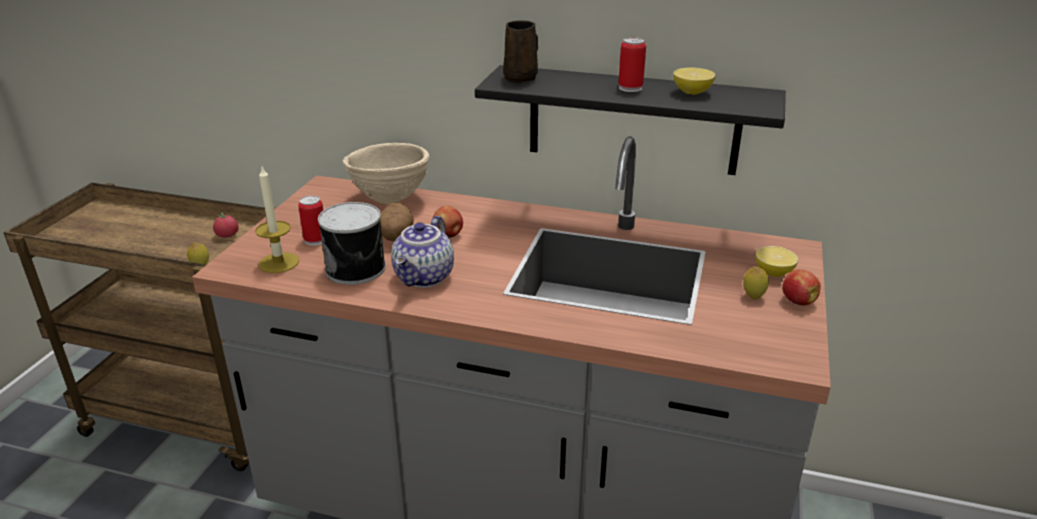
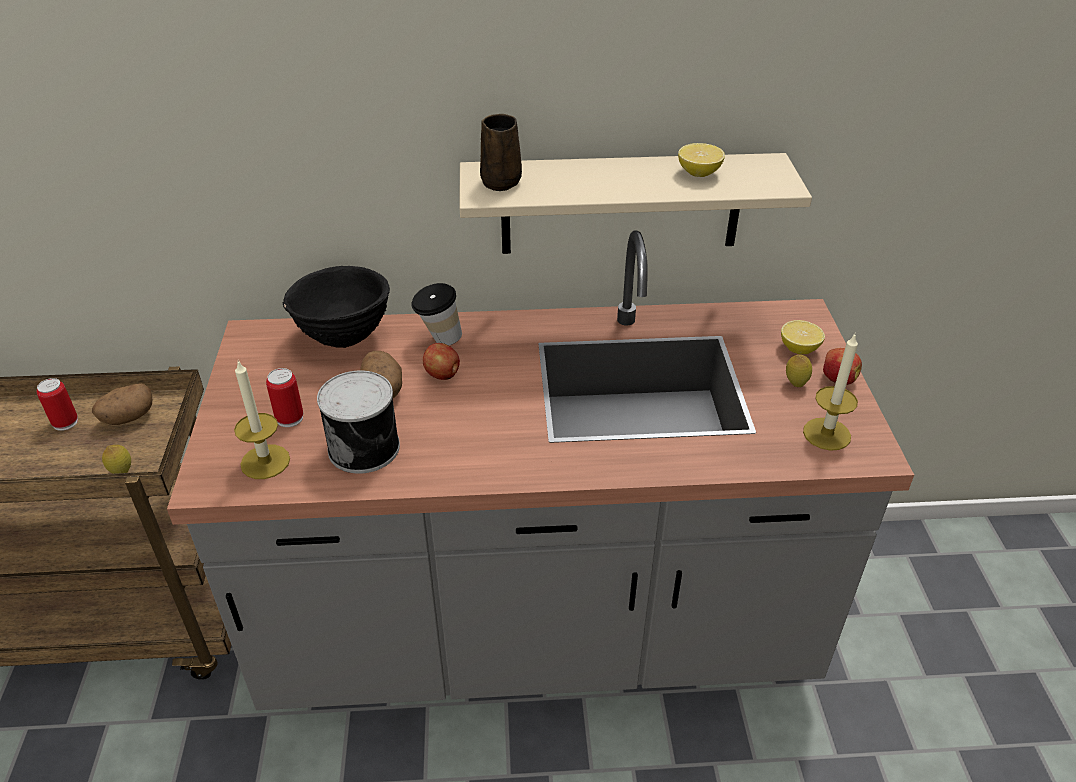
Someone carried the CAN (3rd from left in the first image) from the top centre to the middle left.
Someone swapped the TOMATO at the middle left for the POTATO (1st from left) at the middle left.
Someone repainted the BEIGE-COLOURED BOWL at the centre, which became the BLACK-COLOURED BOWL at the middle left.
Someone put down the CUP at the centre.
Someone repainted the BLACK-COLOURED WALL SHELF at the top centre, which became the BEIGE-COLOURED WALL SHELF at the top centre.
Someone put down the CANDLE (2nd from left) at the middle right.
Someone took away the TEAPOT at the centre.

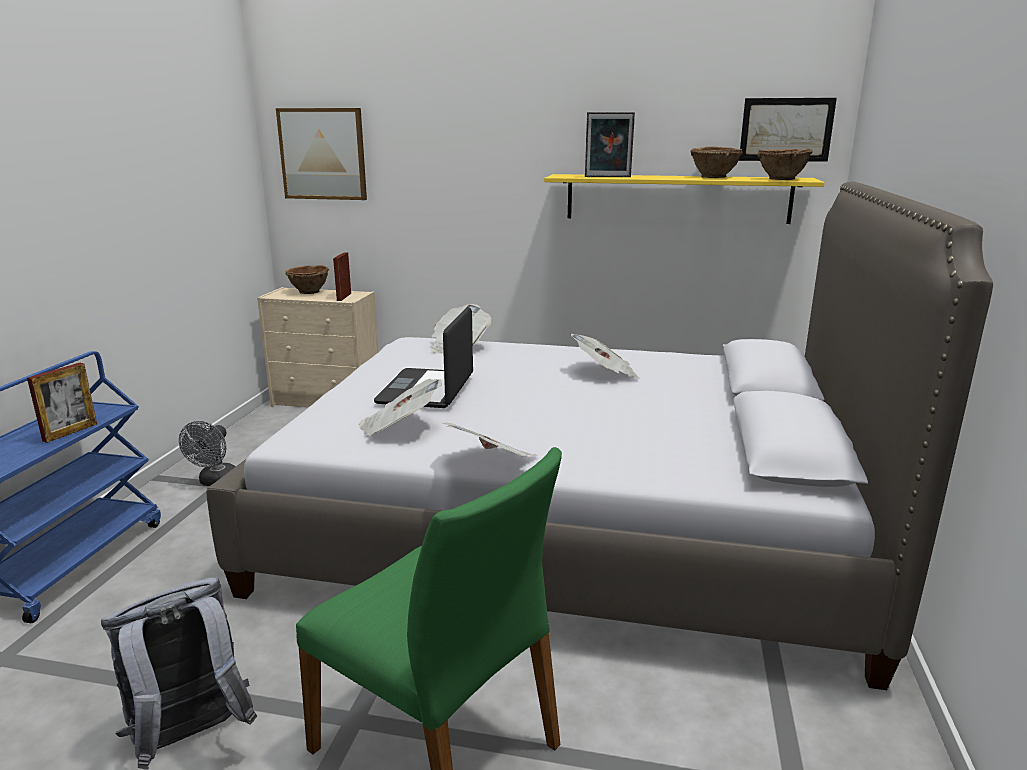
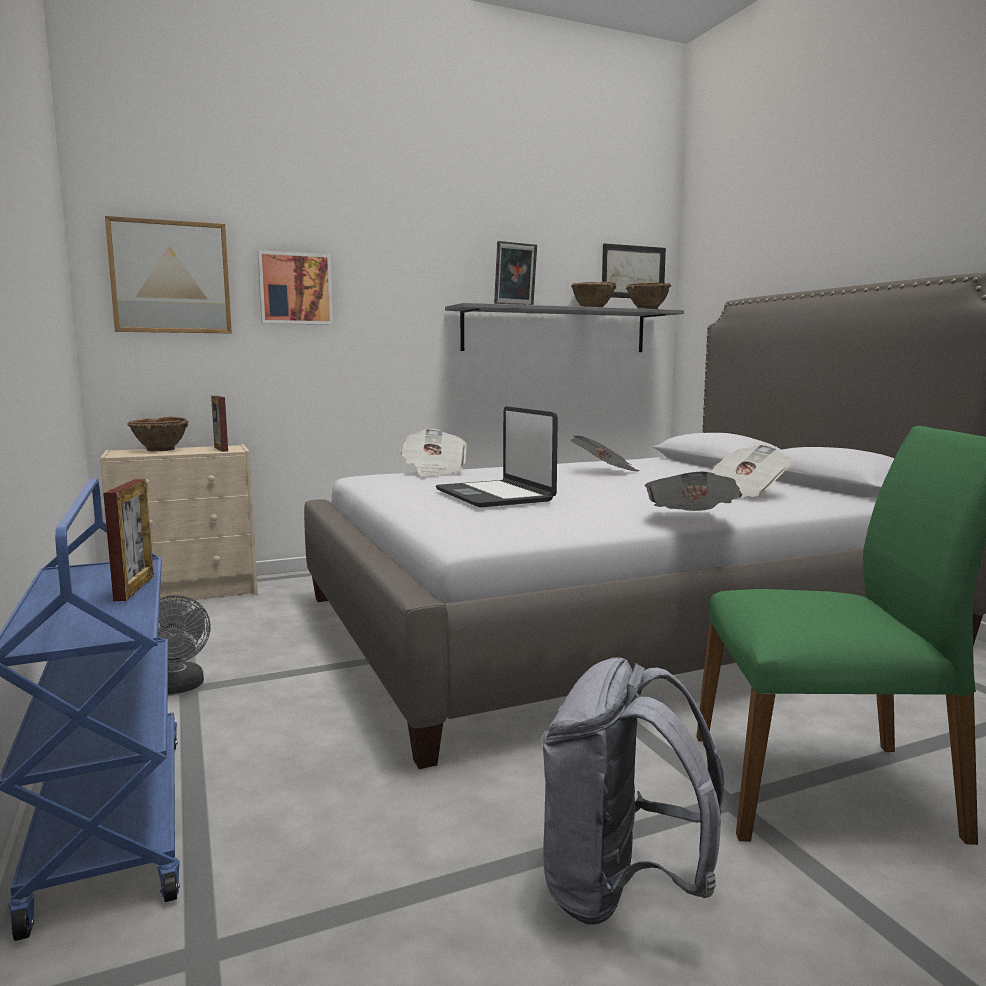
Someone put up the WALL PICTURE (2nd from left) at the top left.
Someone repainted the YELLOW WALL SHELF at the top centre, which became the GRAY WALL SHELF at the top centre.
Someone carried the DAILY PAPER (1st from left in the first image) from the centre to the middle right.

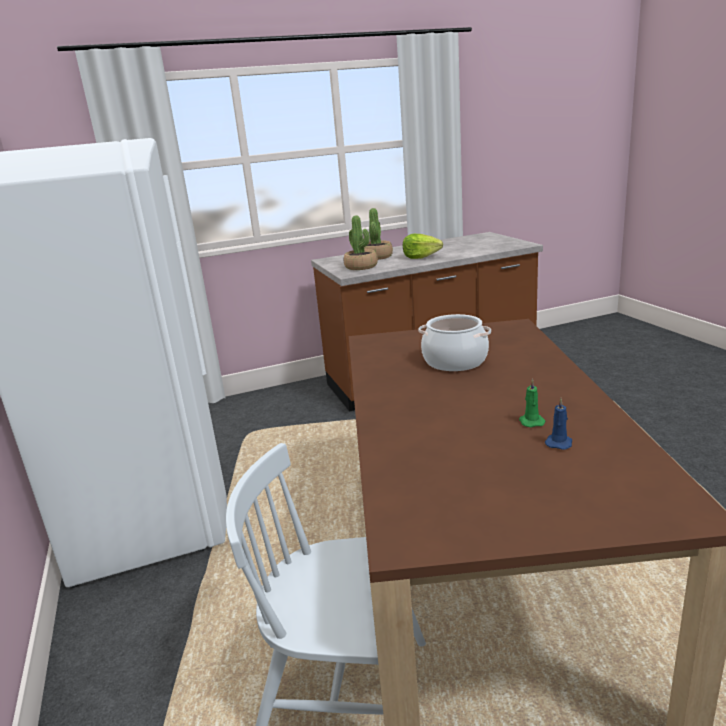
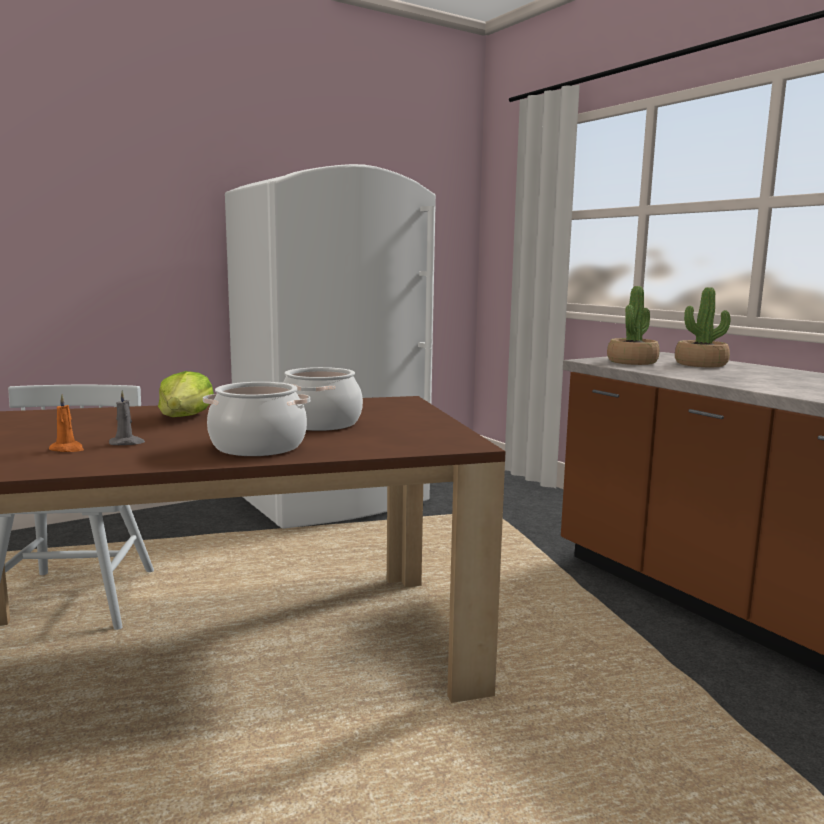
Someone repainted the BLUISH CANDLE at the middle right, which became the ORANGEY CANDLE at the middle left.
Someone repainted the GREEN-COLOURED CANDLE at the middle right, which became the GRAY CANDLE at the middle left.
Someone carried the HEAD OF LETTUCE from the centre to the middle left.
Someone put down the SAUCEPOT (1st from left) at the middle left.

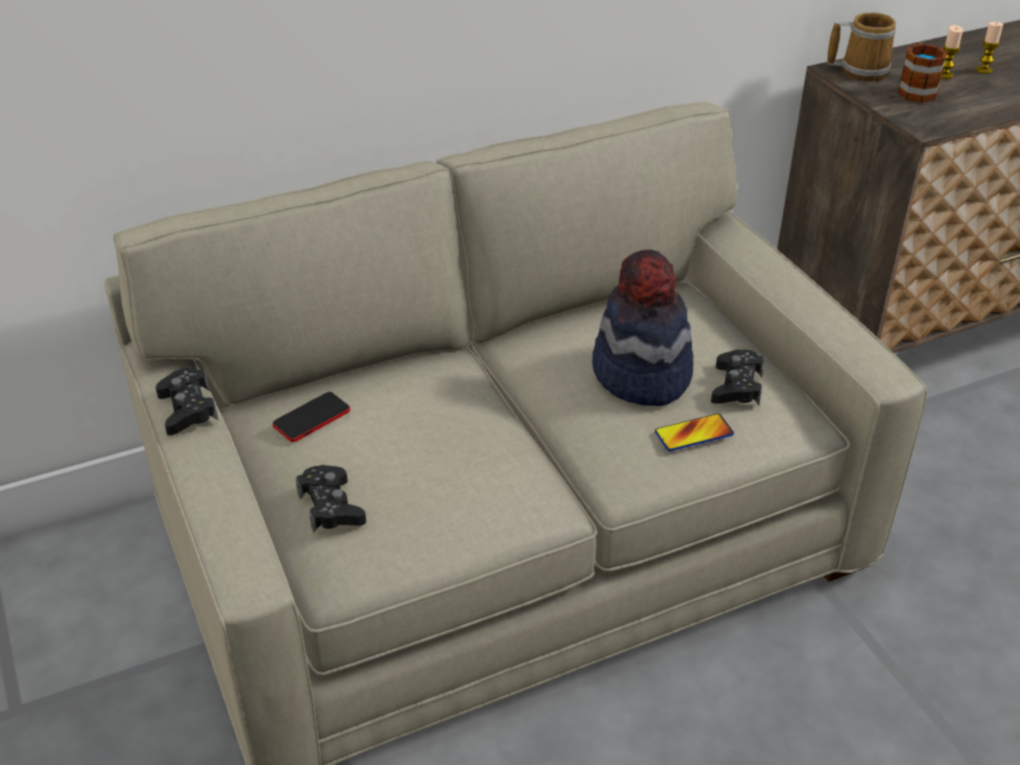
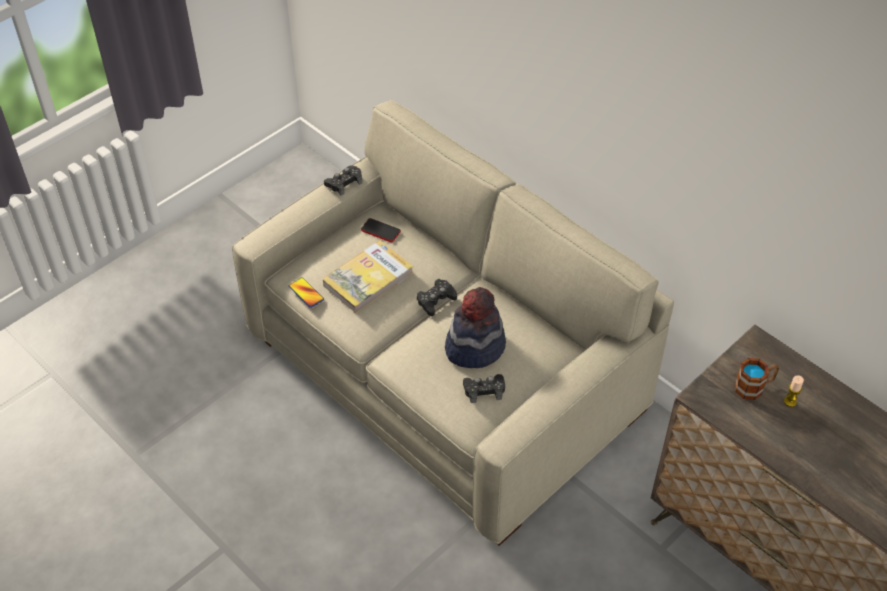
Someone carried the HANDSET (2nd from left in the first image) from the middle right to the centre.
Someone put down the VOLUME at the centre.
Someone carried the BLACK-COLOURED JOYPAD (2nd from left) from the middle left to the centre.
Someone took away the COFFEE MUG (1st from left) at the top right.
Someone took away the CANDLE (2nd from left) at the top right.

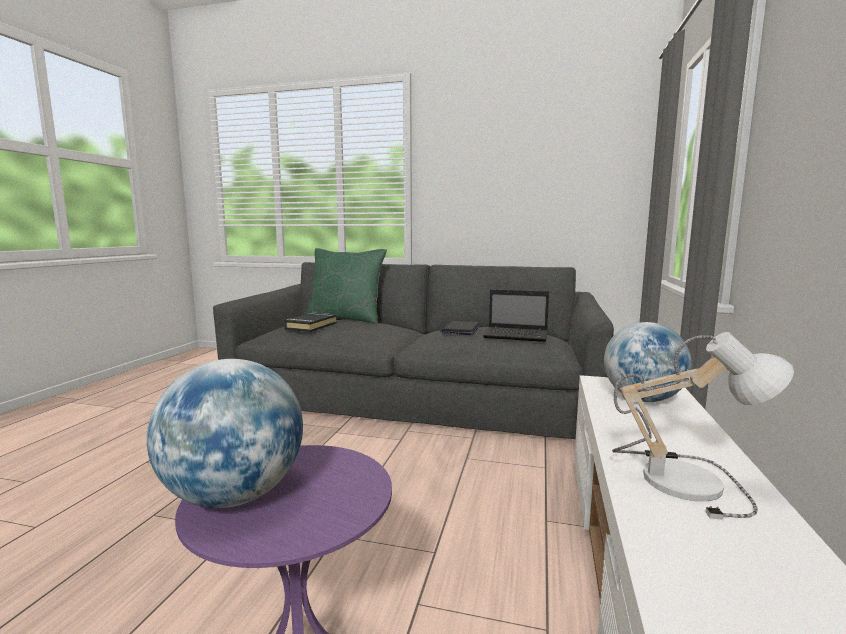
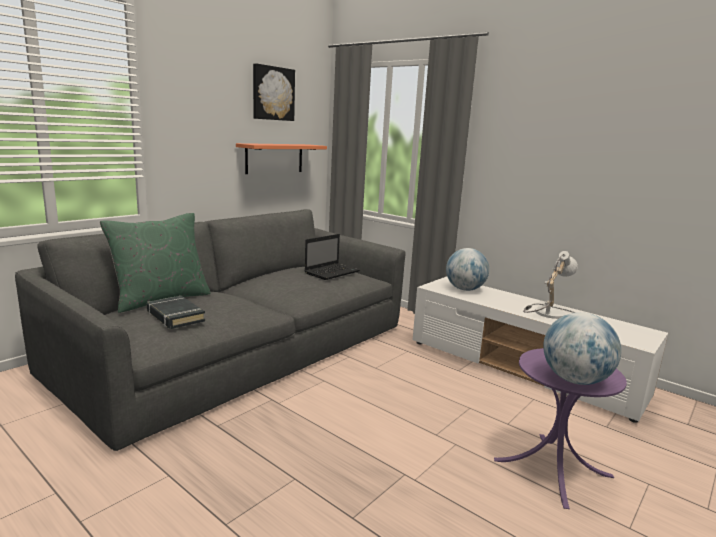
Someone put up the ORANGEY WALL SHELF at the top centre.
Someone put up the WALL PICTURE at the top centre.
Someone took away the LAPTOP (1st from left) at the centre.

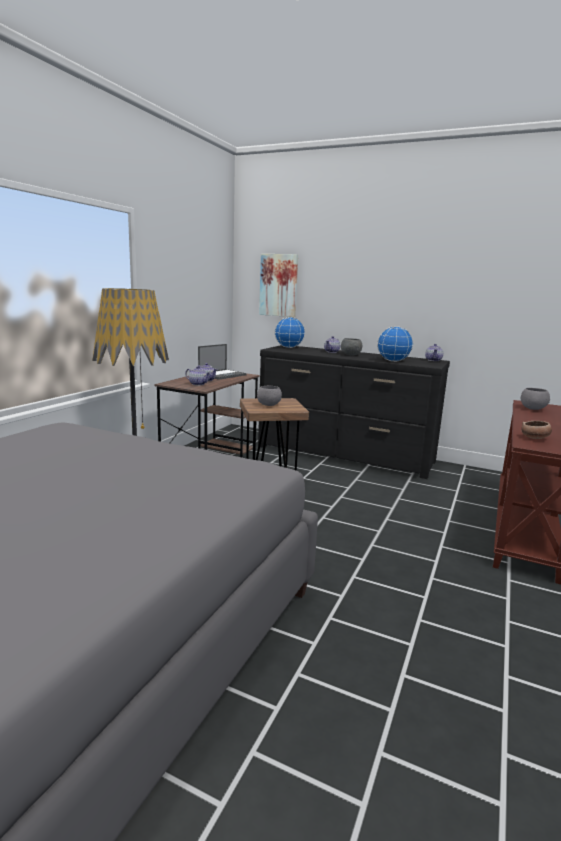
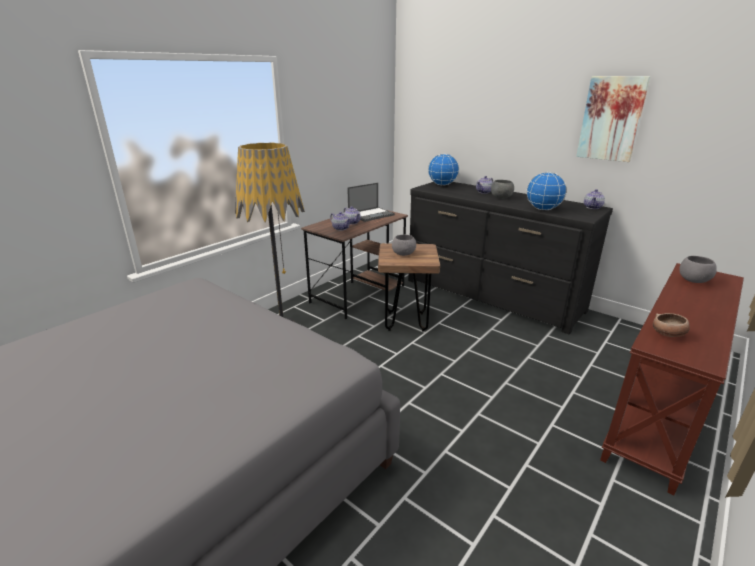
Someone carried the WALL PICTURE from the centre to the top right.

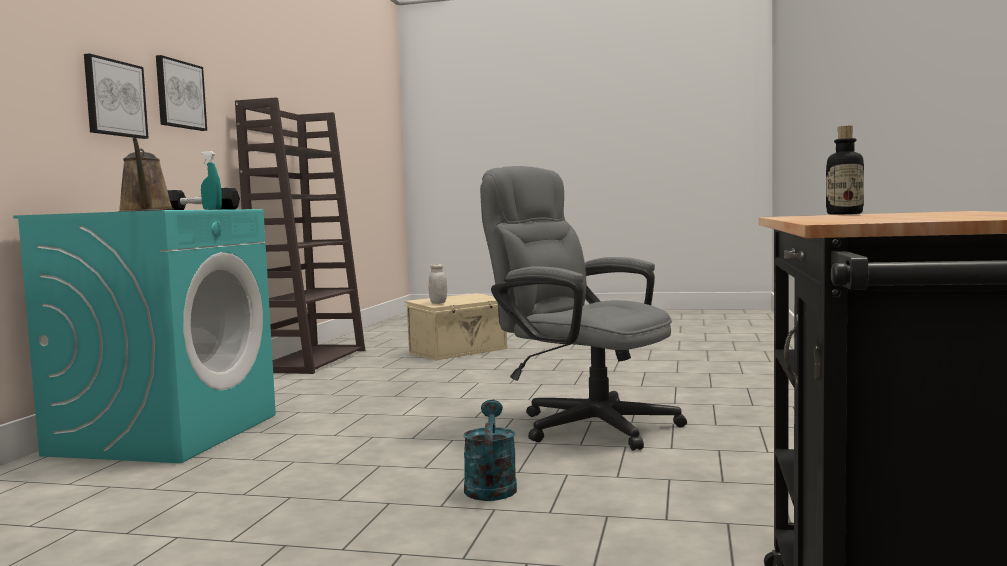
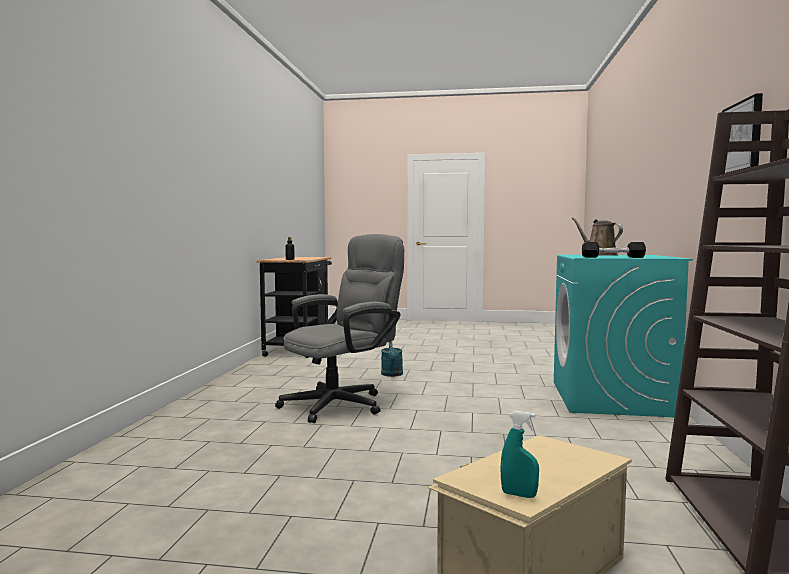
Someone rotated the GRAY DESK CHAIR at the centre by 75 degrees counterclockwise.
Someone carried the TURQUOISE-COLOURED SPRAY BOTTLE from the top left to the bottom centre.
Someone took away the WALL PICTURE (1st from left) at the top left.
Someone took away the WHITE PRESERVE JAR at the centre.

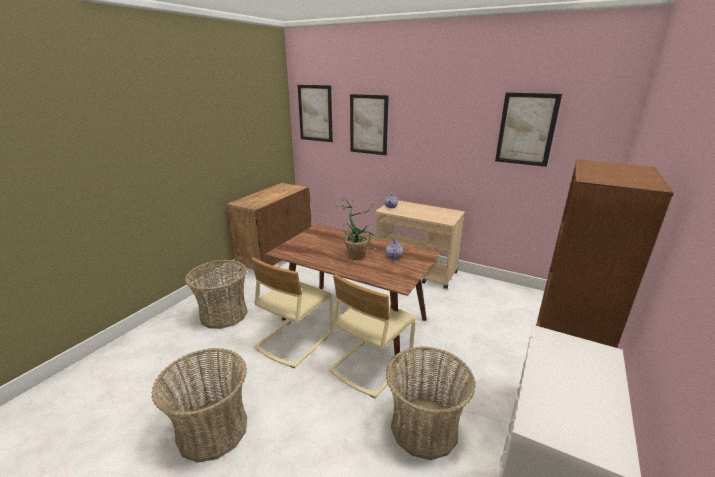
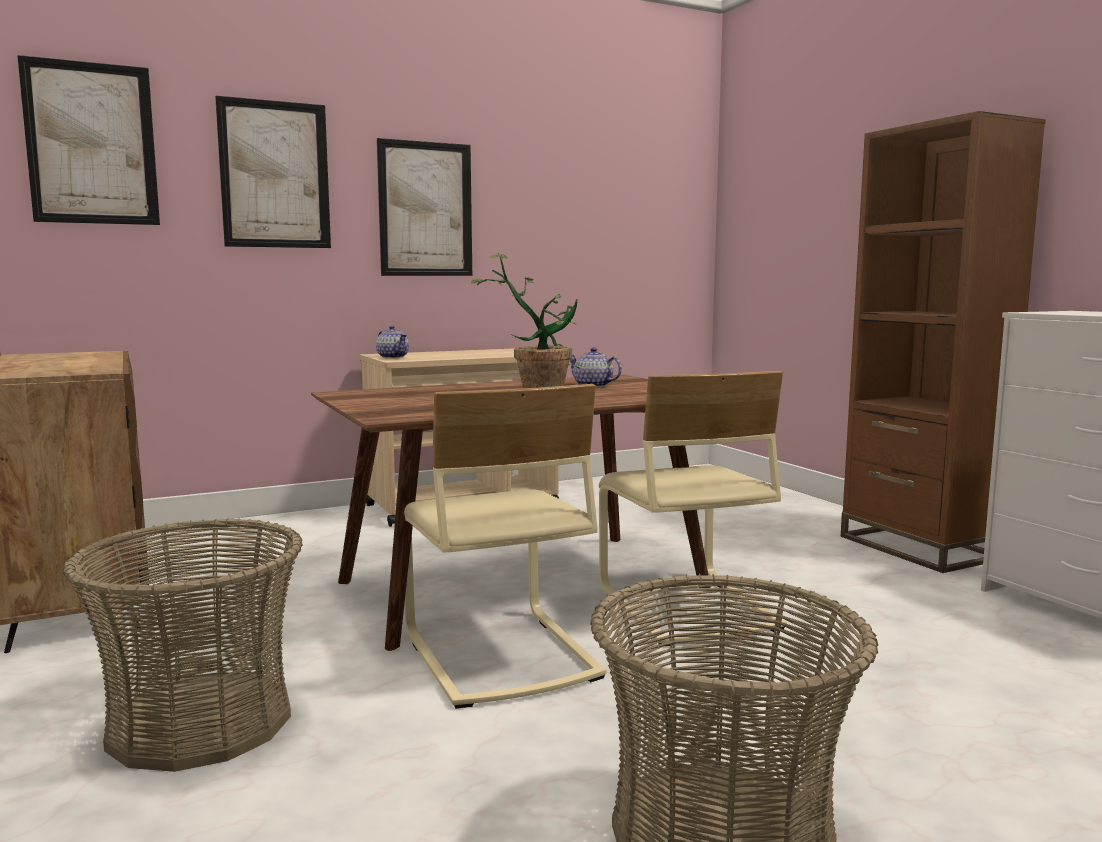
Someone carried the WALL PICTURE (3rd from left) from the top right to the top centre.
Someone took away the HOUSEHOLD BASKET (3rd from left) at the bottom centre.

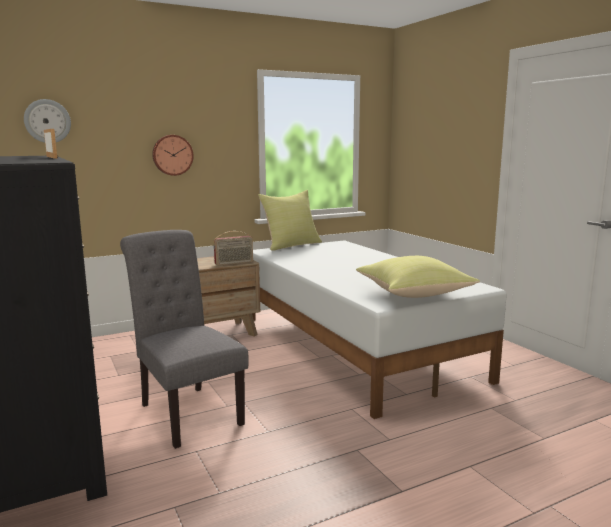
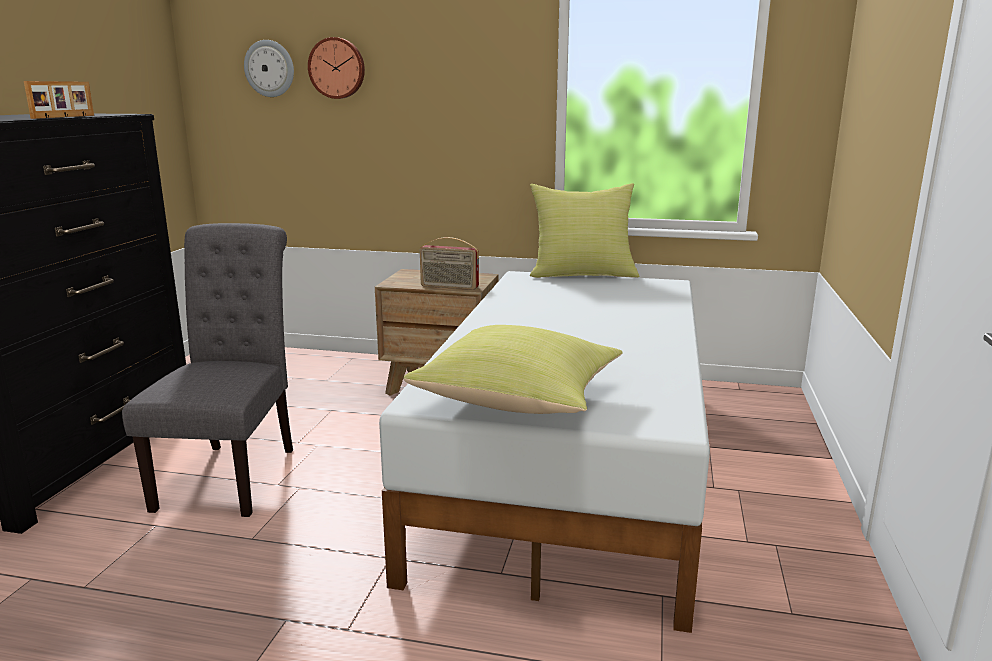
Someone carried the CLOCK ON THE WALL (2nd from left) from the top left to the top centre.

